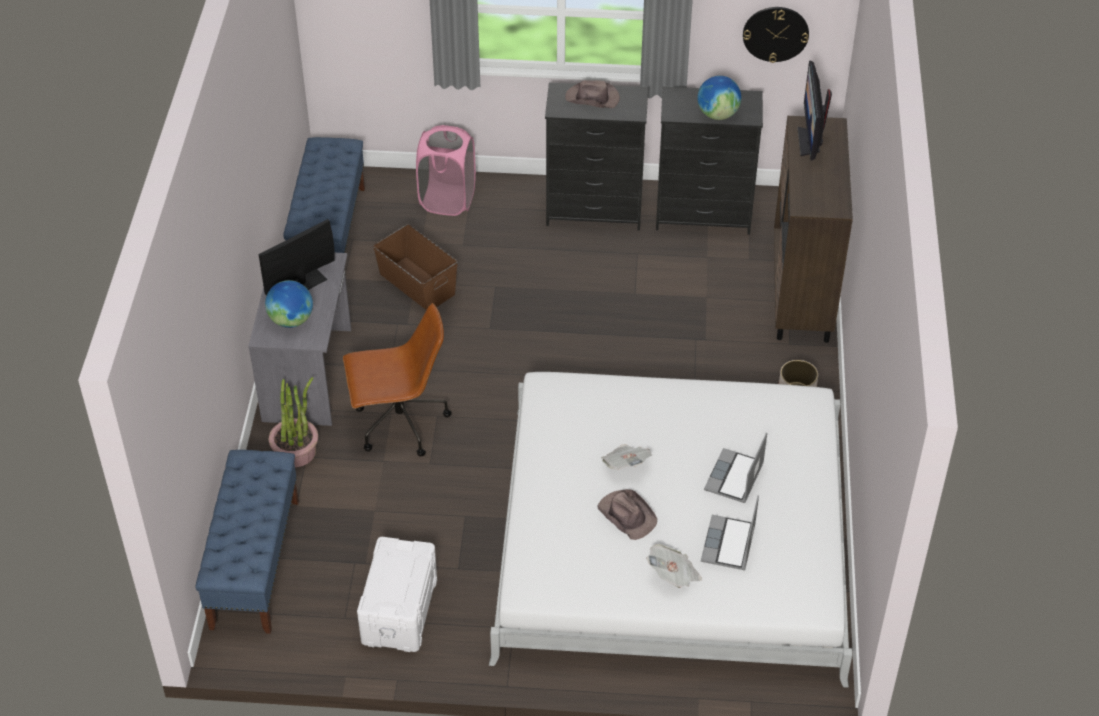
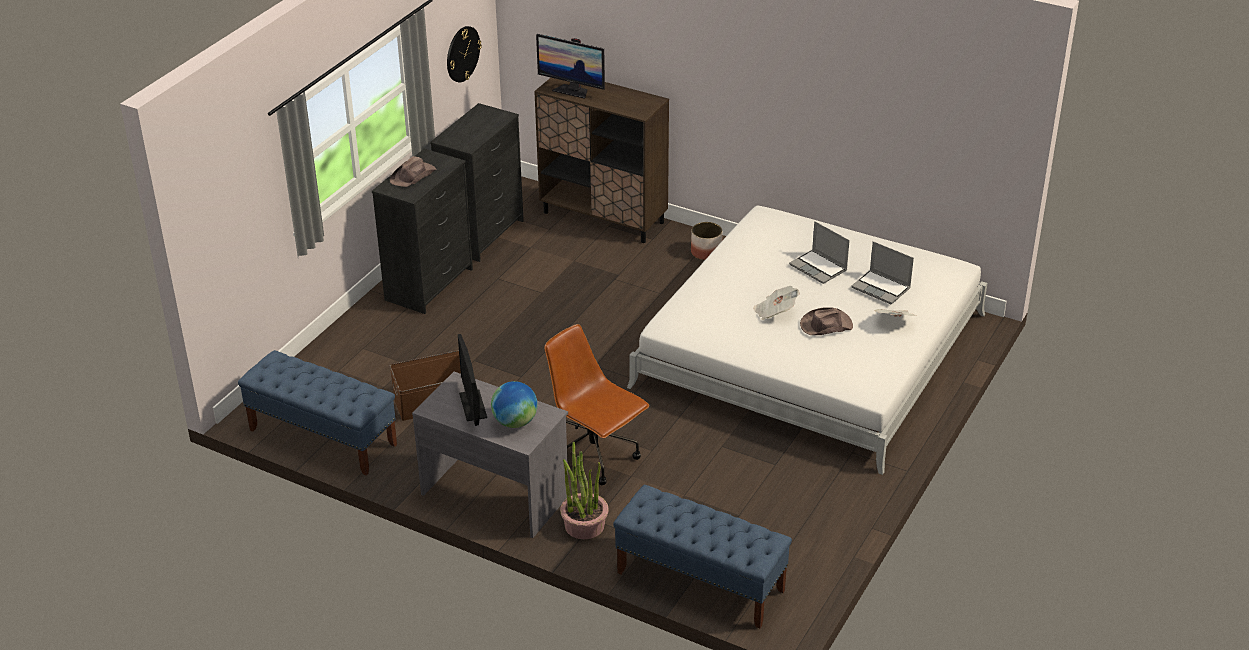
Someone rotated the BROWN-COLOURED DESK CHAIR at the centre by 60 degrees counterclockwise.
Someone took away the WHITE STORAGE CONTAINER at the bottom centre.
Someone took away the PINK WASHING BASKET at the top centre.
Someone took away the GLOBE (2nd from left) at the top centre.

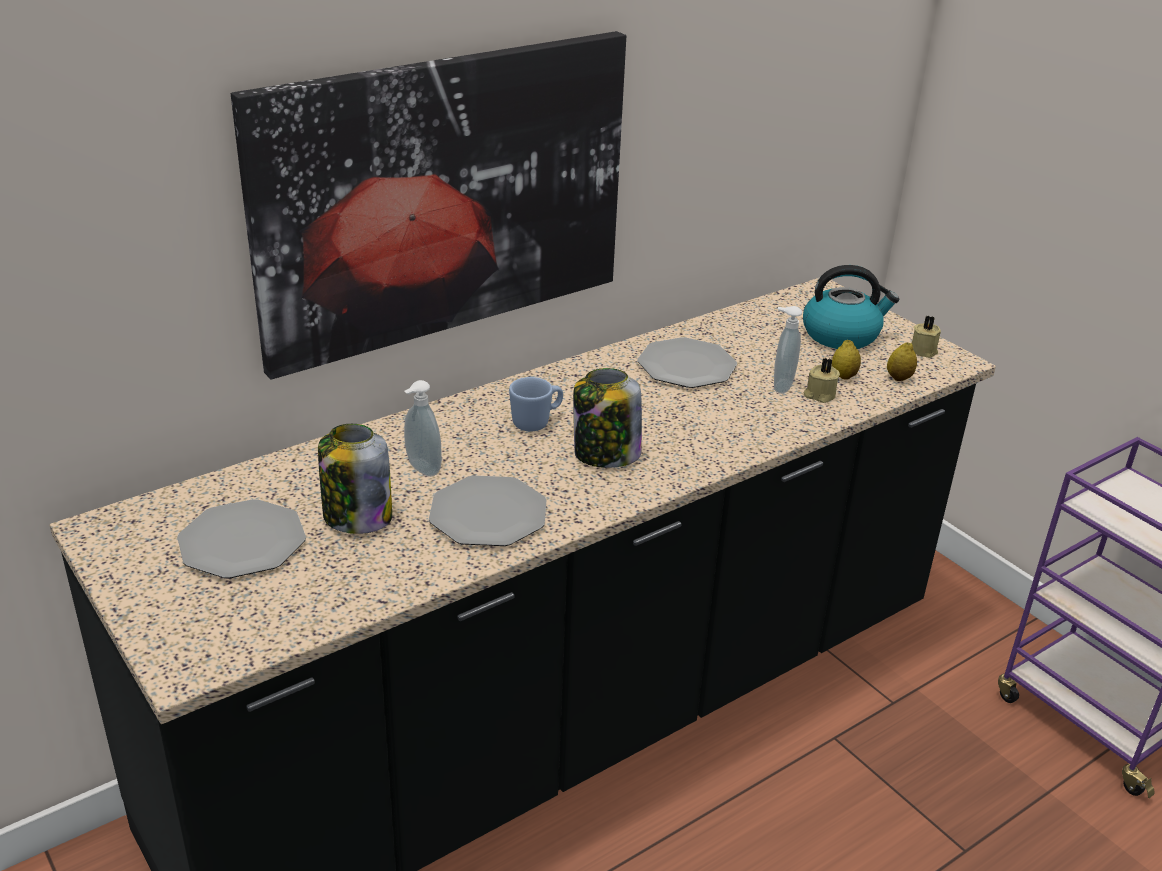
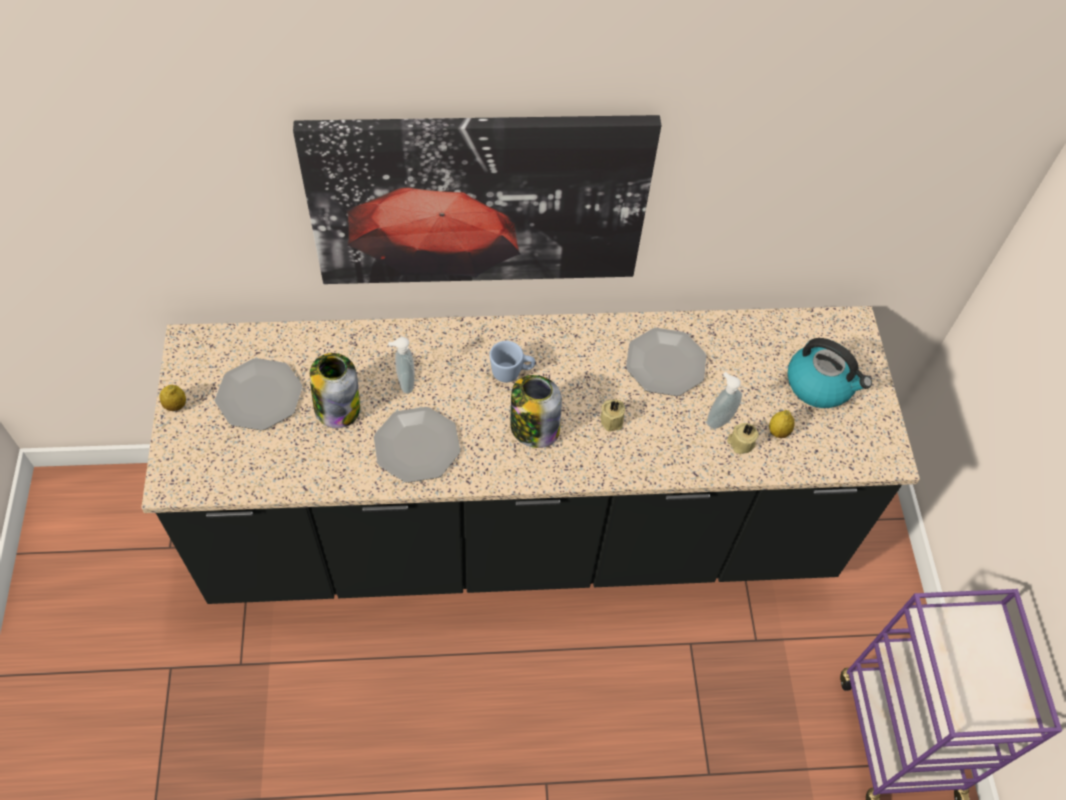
Someone carried the WHOLE LEMON (2nd from left in the first image) from the middle right to the middle left.
Someone carried the BEIGE-COLOURED CANDLE (2nd from left in the first image) from the middle right to the centre.

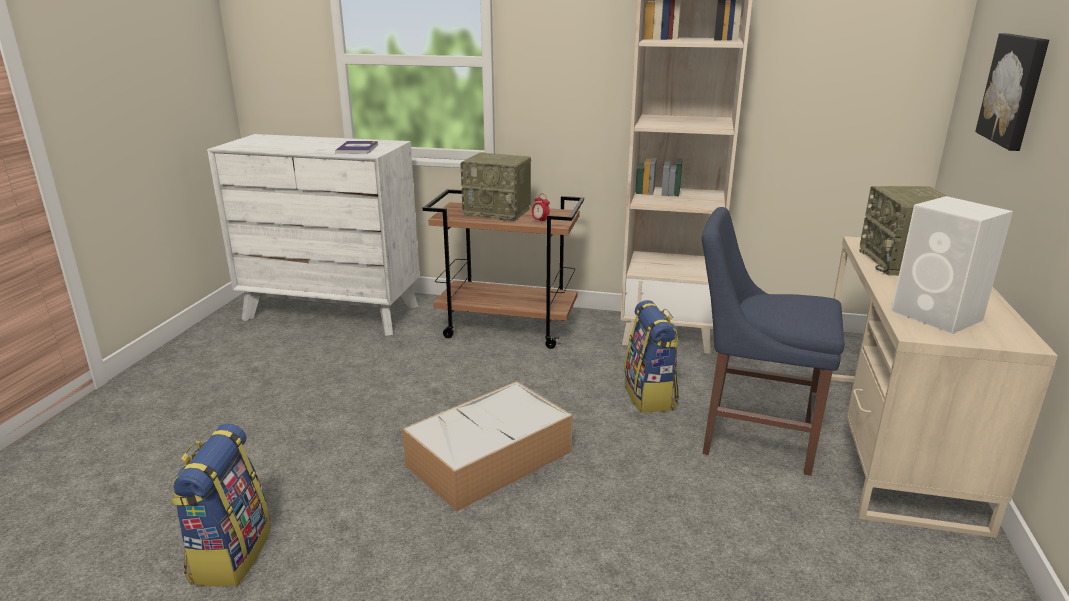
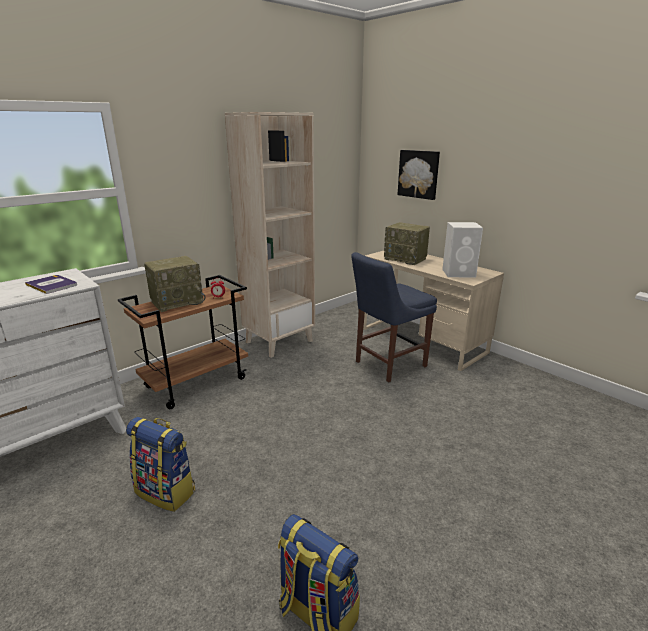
Someone carried the KNAPSACK (2nd from left in the first image) from the centre to the bottom left.
Someone took away the STORAGE CONTAINER at the bottom centre.

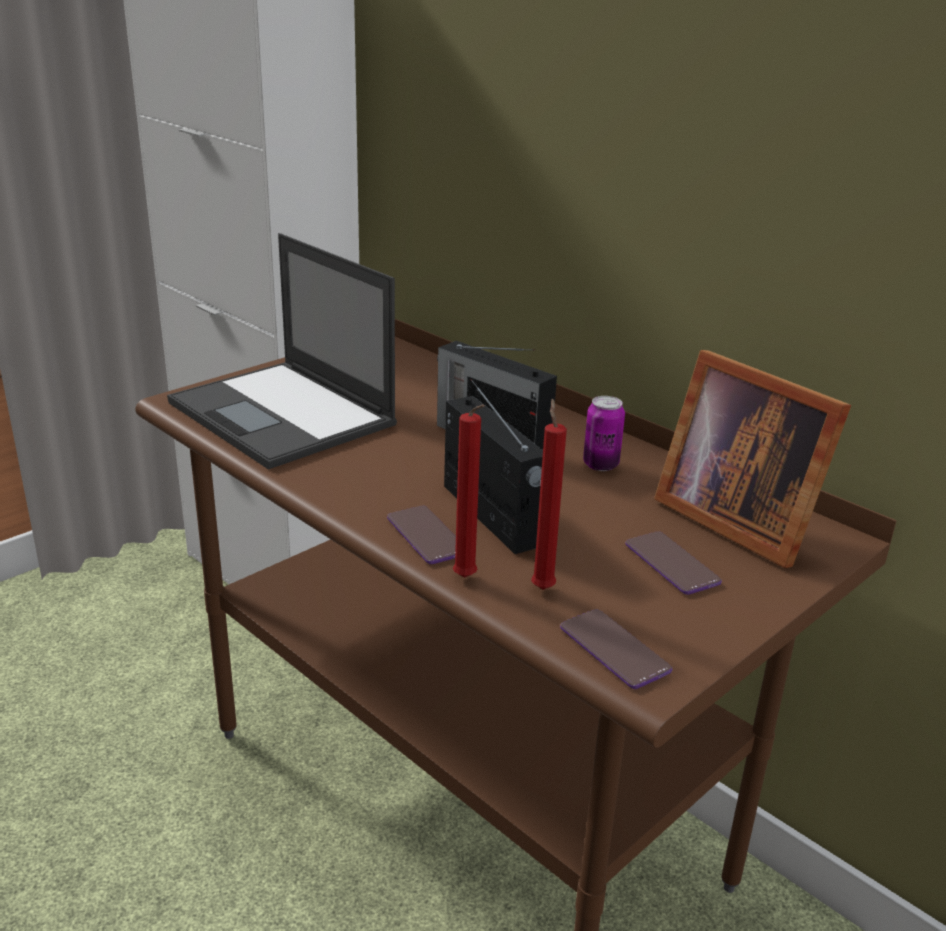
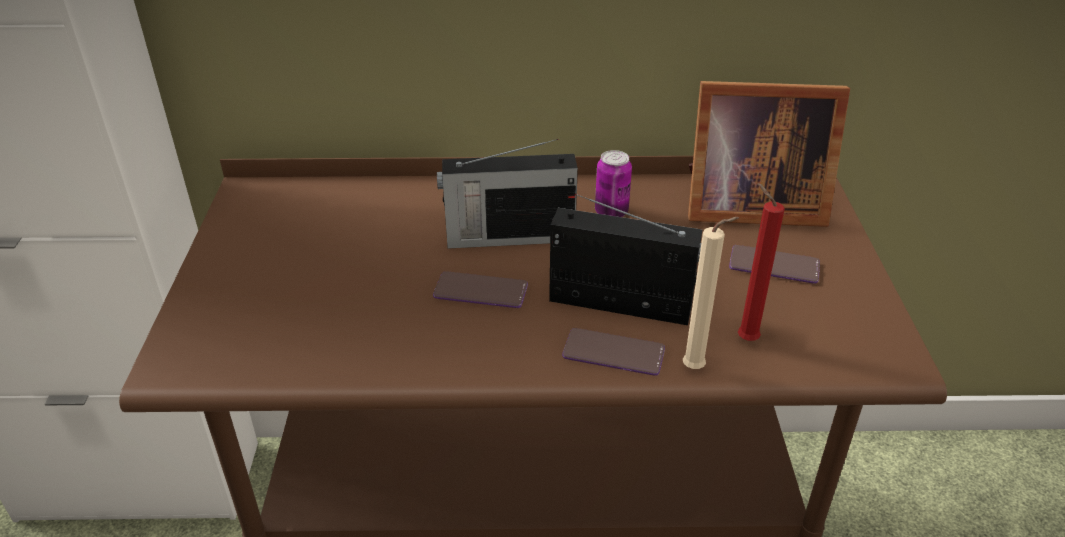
Someone carried the HANDSET (2nd from left in the first image) from the bottom centre to the centre.
Someone repainted the REDDISH CANDLE (1st from left) at the centre, which became the BEIGE-COLOURED CANDLE at the middle right.
Someone took away the LAPTOP at the middle left.

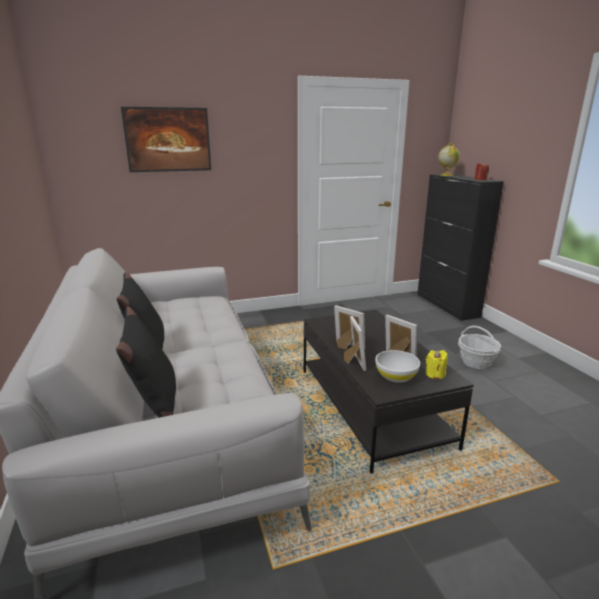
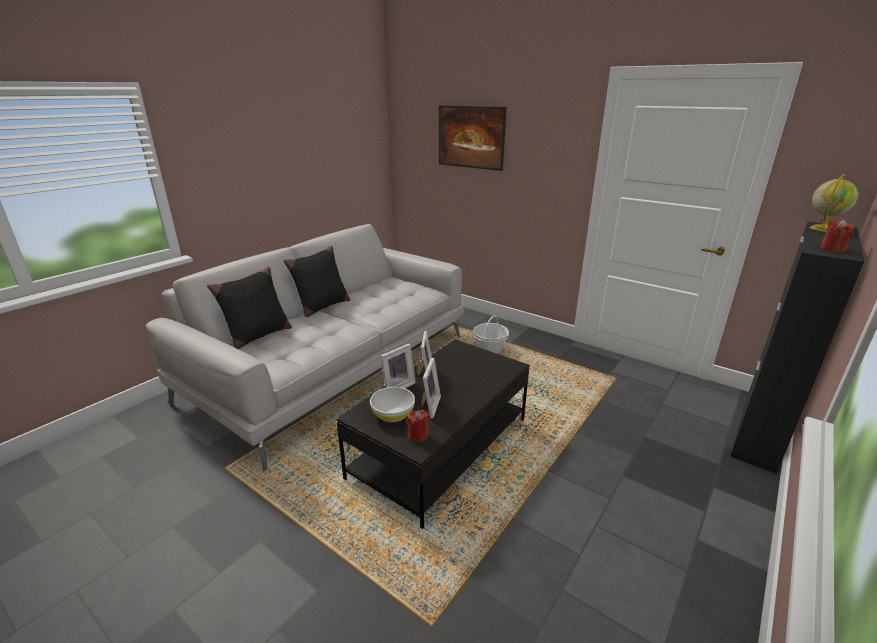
Someone repainted the YELLOW CANDLE at the middle right, which became the REDDISH CANDLE (1st from left) at the centre.
Someone carried the HOUSEHOLD BASKET from the middle right to the centre.

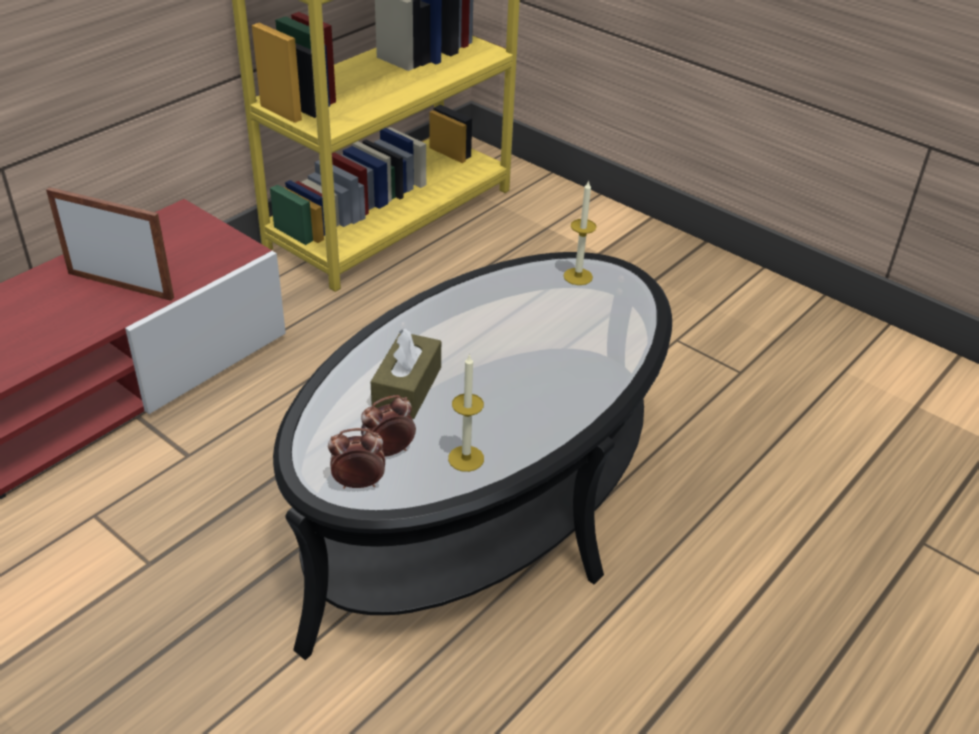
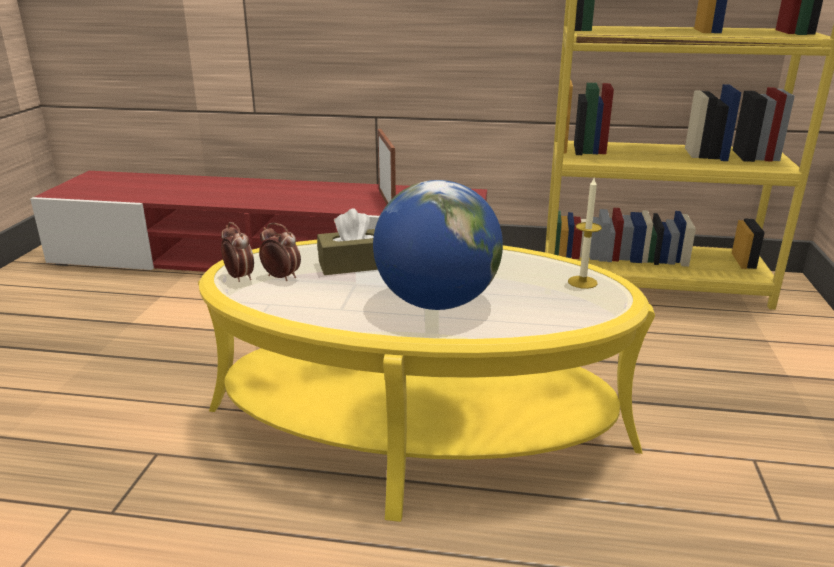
Someone repainted the BLACK-COLOURED COFFEE TABLE at the centre, which became the YELLOW COFFEE TABLE at the bottom centre.
Someone put down the GLOBE at the centre.
Someone took away the CANDLE (1st from left) at the centre.

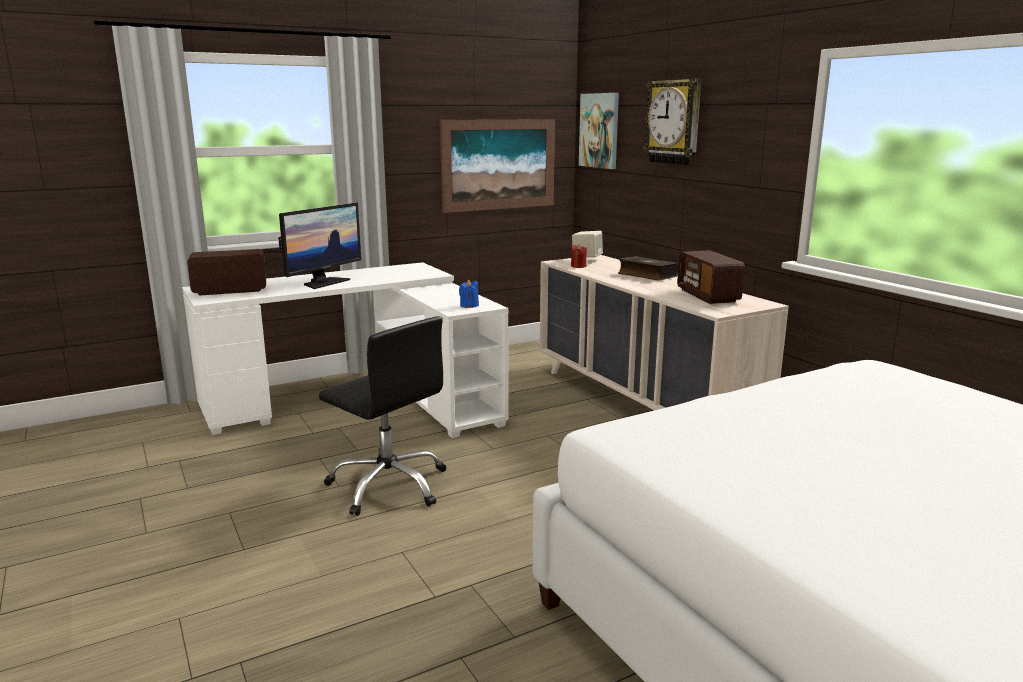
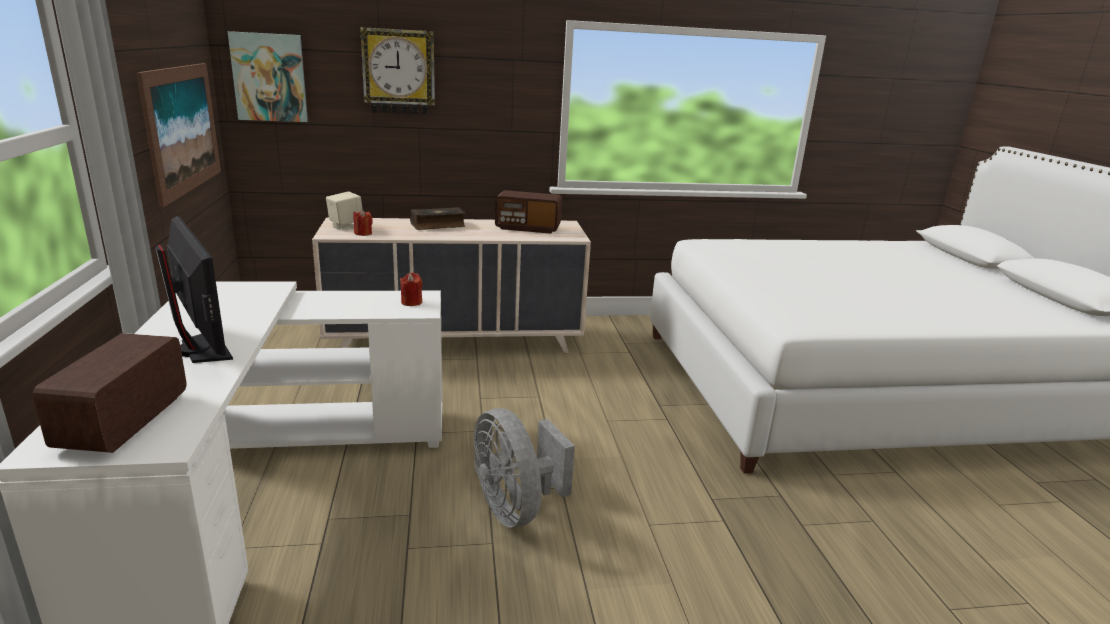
Someone repainted the BLUISH CANDLE at the centre, which became the REDDISH CANDLE (2nd from left) at the centre.
Someone swapped the BLACK-COLOURED DESK CHAIR at the centre for the GRAY ELECTRIC FAN at the bottom centre.

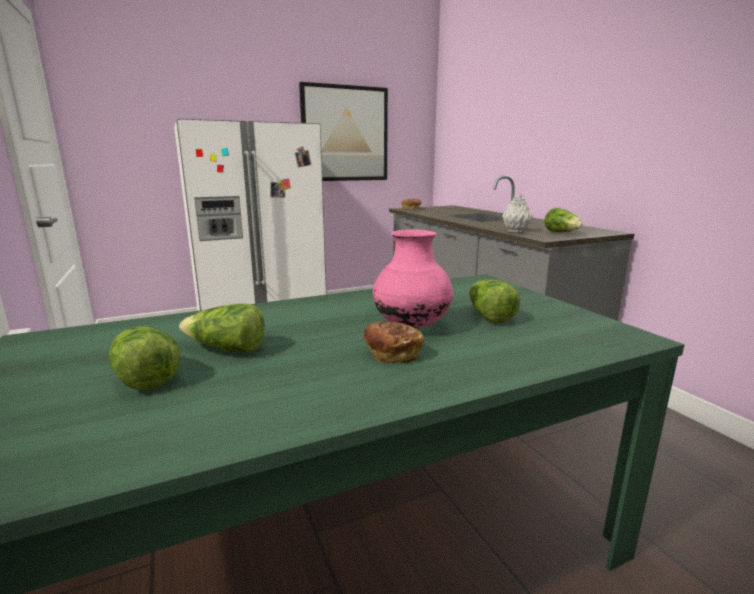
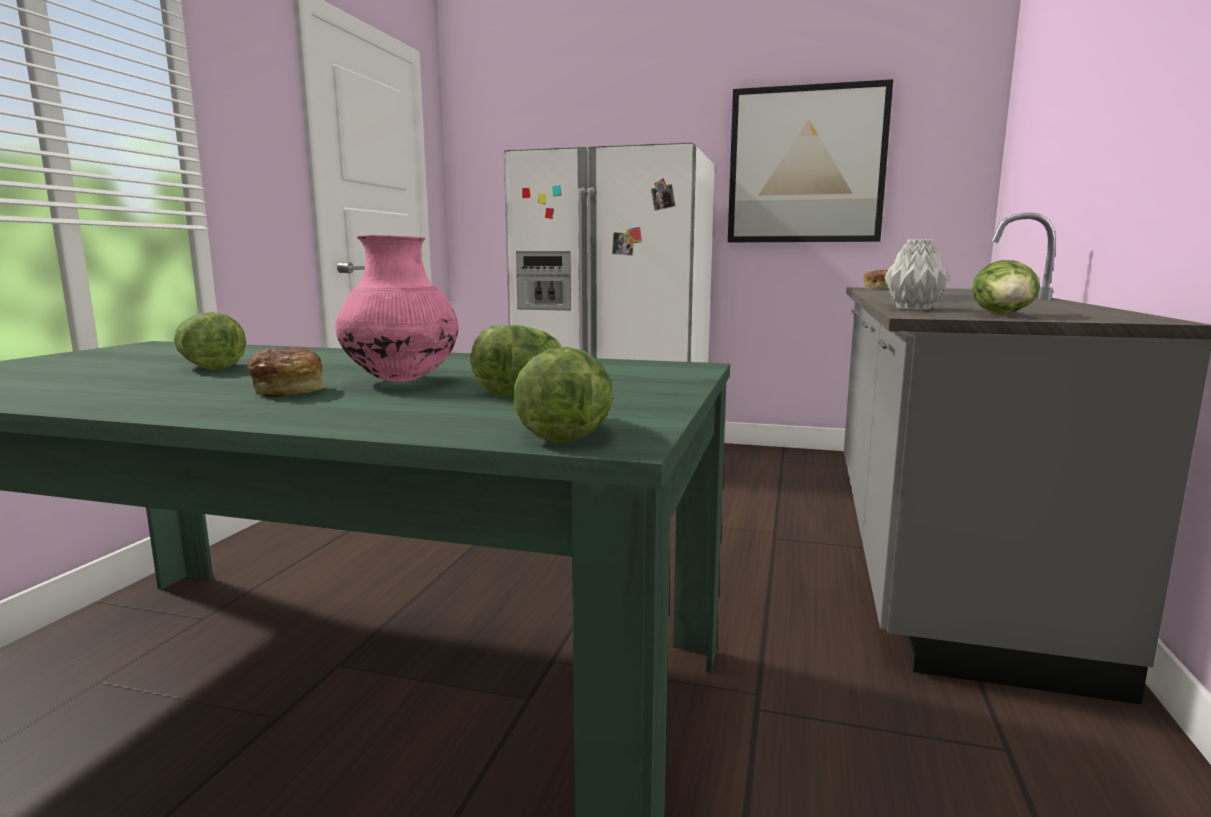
Someone carried the HEAD OF LETTUCE (1st from left in the first image) from the middle left to the centre.

